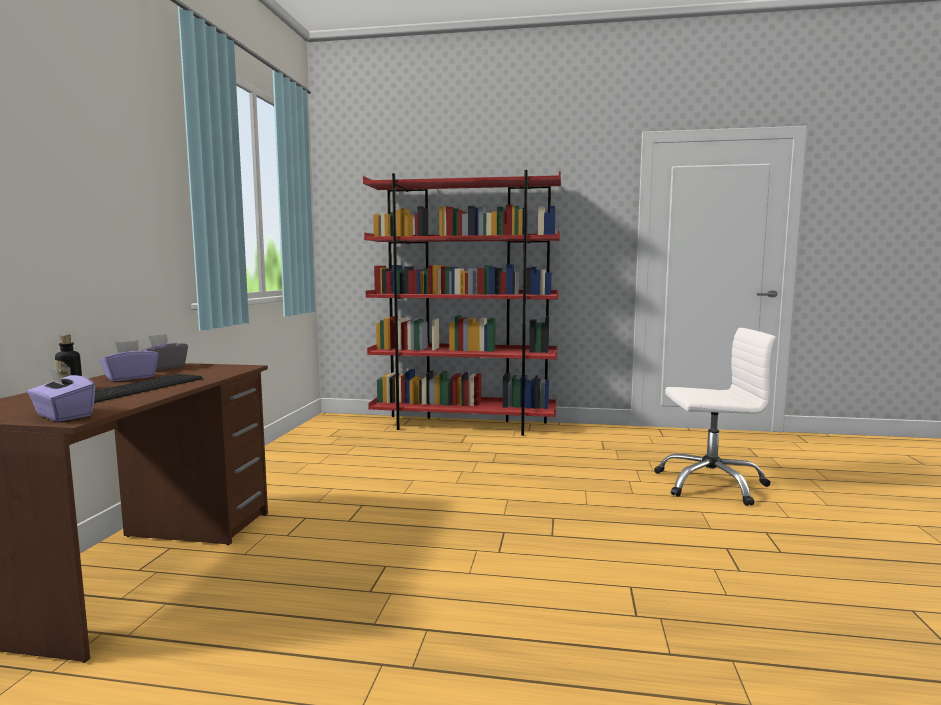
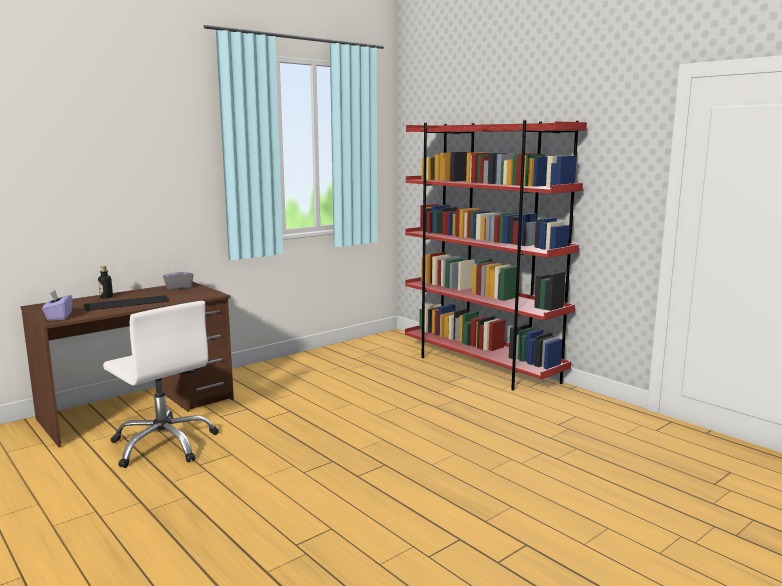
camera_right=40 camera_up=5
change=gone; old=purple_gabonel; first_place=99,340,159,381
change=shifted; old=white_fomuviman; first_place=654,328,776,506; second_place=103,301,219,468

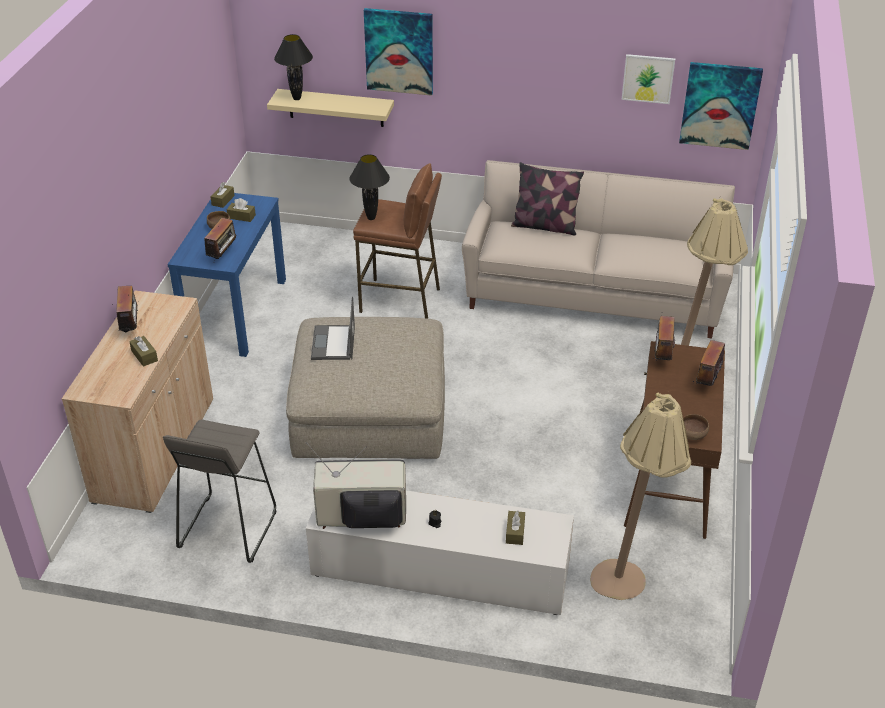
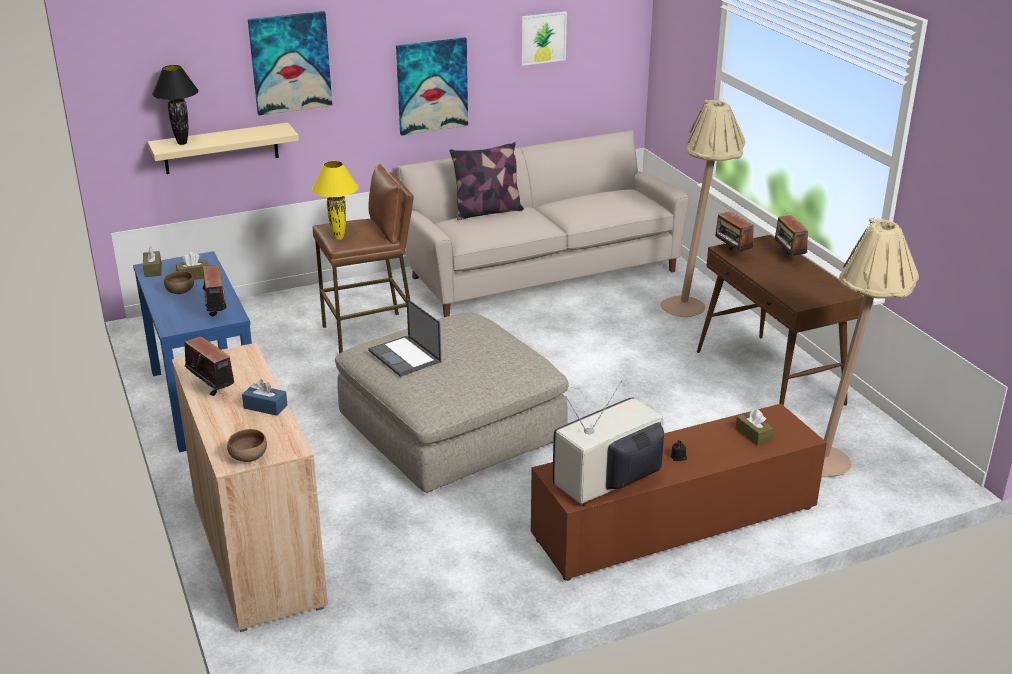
camera_right=-35 camera_up=-10
change=gone; old=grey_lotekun; first_place=163,419,276,563
change=shifted; old=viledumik; first_place=679,62,763,150; second_place=396,37,468,135
change=shifted; old=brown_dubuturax; first_place=683,414,709,440; second_place=227,429,267,462
change=repainted; old=brown_gabonel; new=blue_gabonel; first_place=129,336,158,367; second_place=242,379,287,416
change=repainted; old=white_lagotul; new=brown_lagotul; first_place=306,491,574,615; second_place=531,404,827,581
change=repainted; old=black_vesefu; new=yellow_vesefu; first_place=349,154,390,220; second_place=312,161,358,240

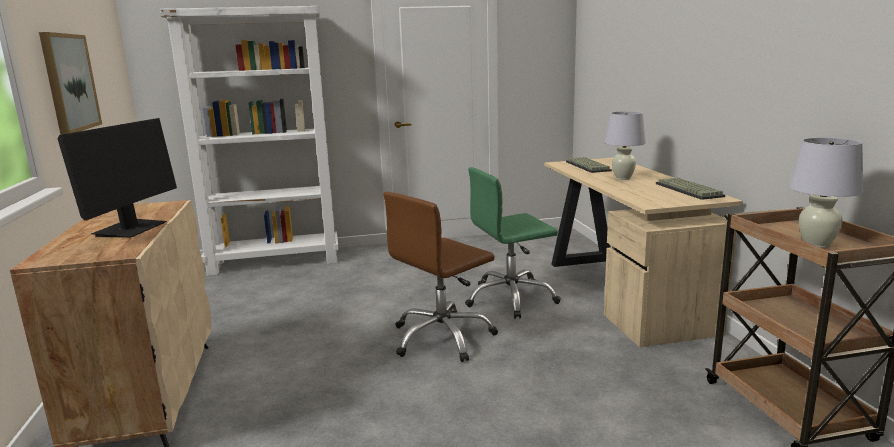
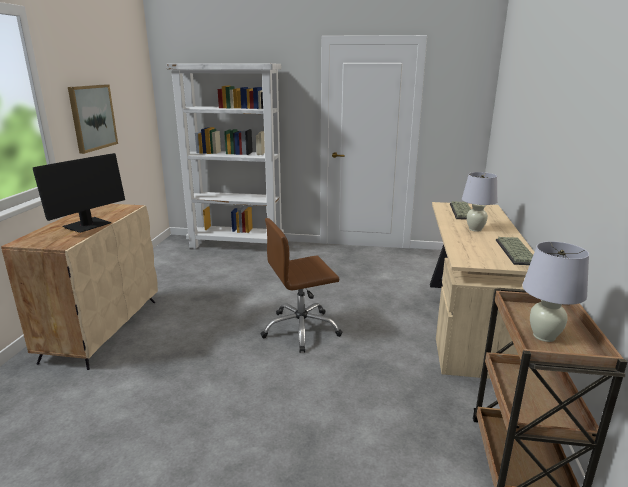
camera_right=20 camera_up=5
change=gone; old=green_fomuviman; first_place=465,167,561,319

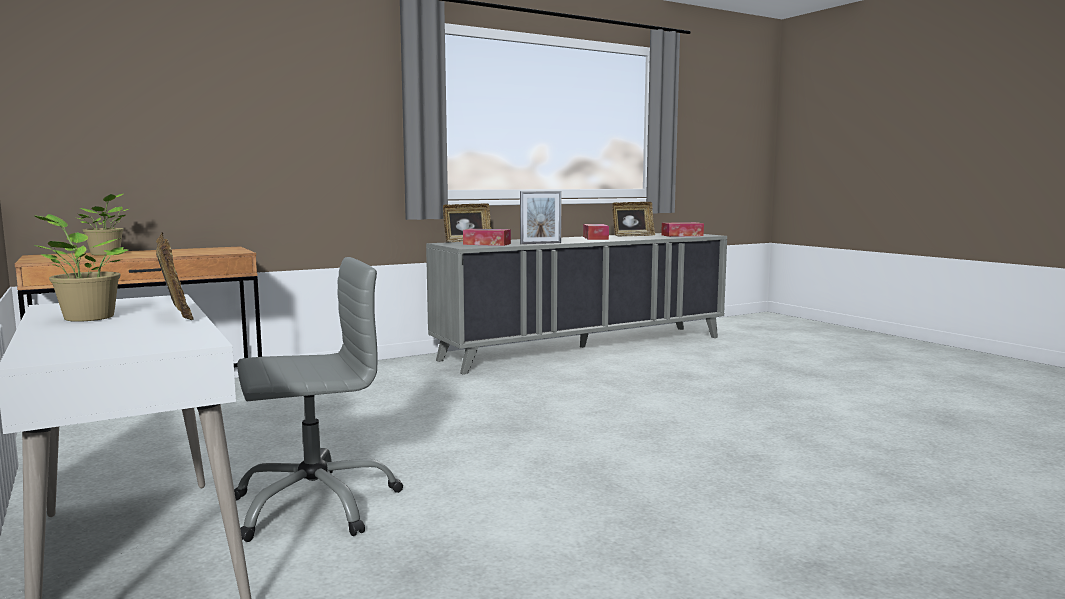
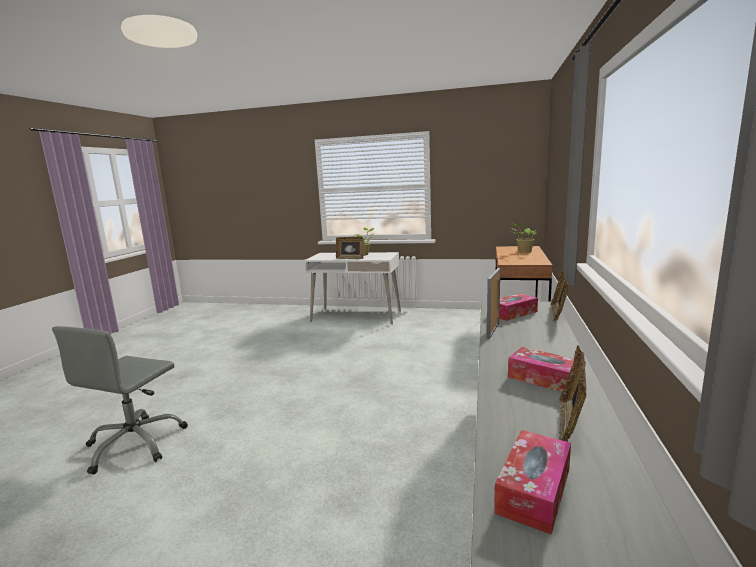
camera_right=135 camera_up=5
change=shifted; old=grey_fomuviman; first_place=234,257,403,542; second_place=52,326,188,475

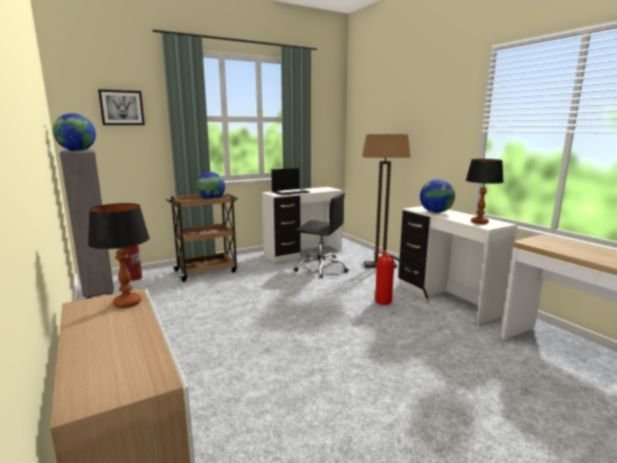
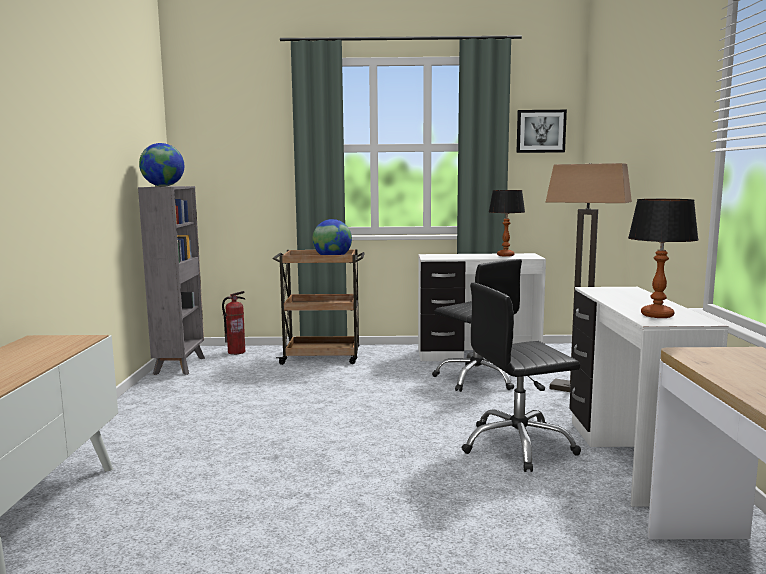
camera_right=30 camera_up=-5
change=gone; old=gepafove; first_place=271,168,310,195
change=gone; old=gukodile; first_place=420,179,455,213
change=shifted; old=vesefu; first_place=88,203,150,308; second_place=489,190,525,257
change=shifted; old=viledumik; first_place=98,89,145,125; second_place=516,110,567,153
change=swapped; old=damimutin; new=black_fomuviman; first_place=374,247,430,305; second_place=461,283,581,472

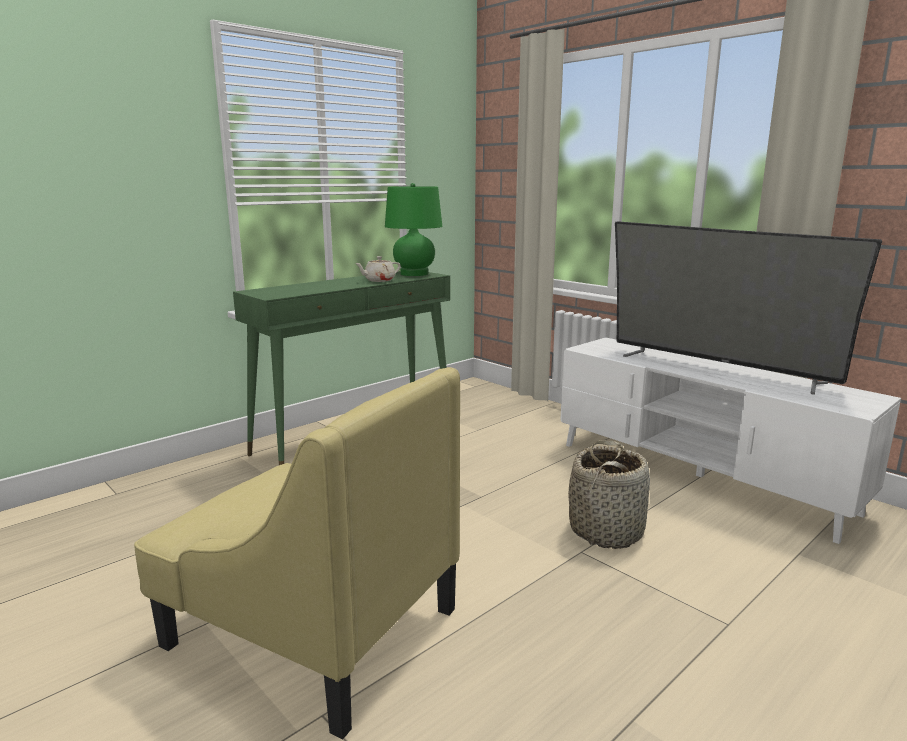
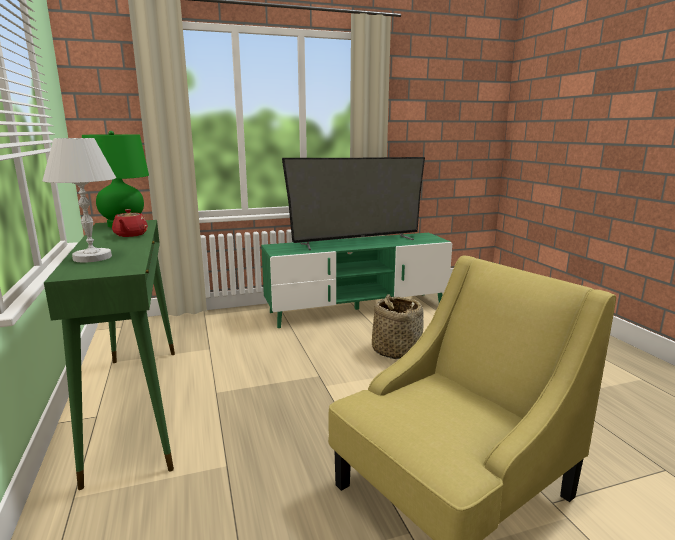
camera_right=-65 camera_up=0
change=new; new=white_vesefu; second_place=42,138,116,262
change=repainted; old=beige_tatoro; new=red_tatoro; first_place=355,256,401,282; second_place=112,209,148,237
change=repainted; old=white_lagotul; new=green_lagotul; first_place=560,337,901,544; second_place=261,233,452,328

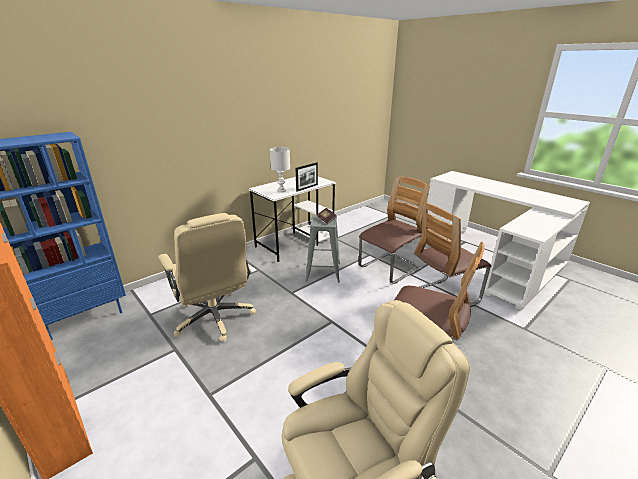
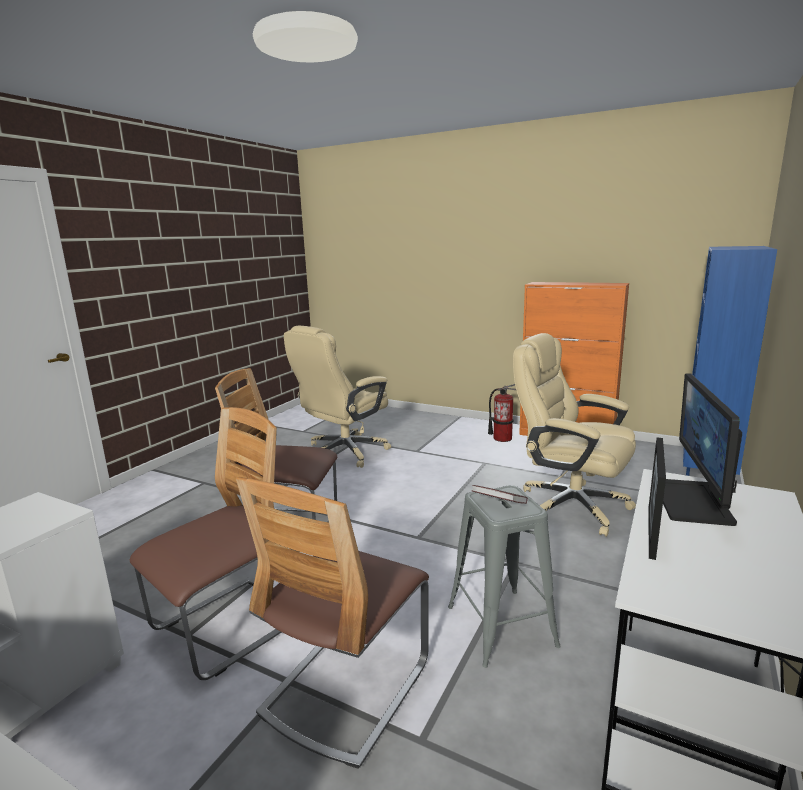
camera_right=160 camera_up=-10
change=new; new=damimutin; second_place=488,384,516,442
change=swapped; old=white_vesefu; new=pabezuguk; first_place=270,147,290,192; second_place=663,373,742,526

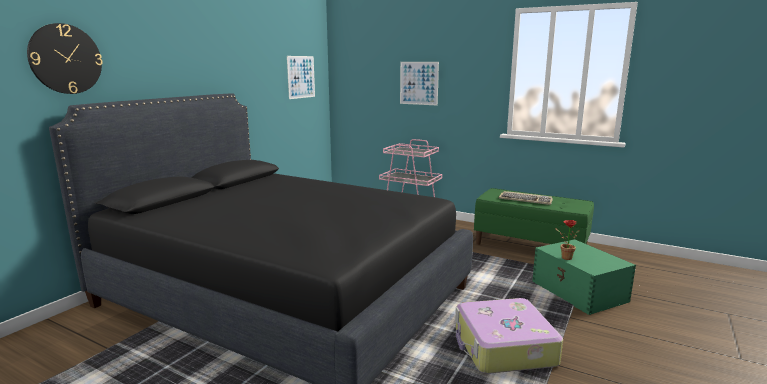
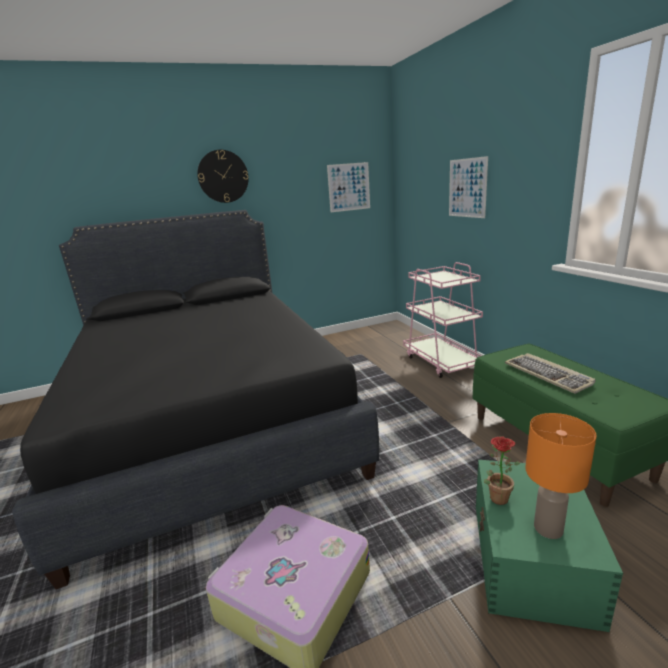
camera_right=40 camera_up=5
change=new; new=orange_vesefu; second_place=525,413,597,539
change=shifted; old=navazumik; first_place=27,23,103,94; second_place=197,150,249,203

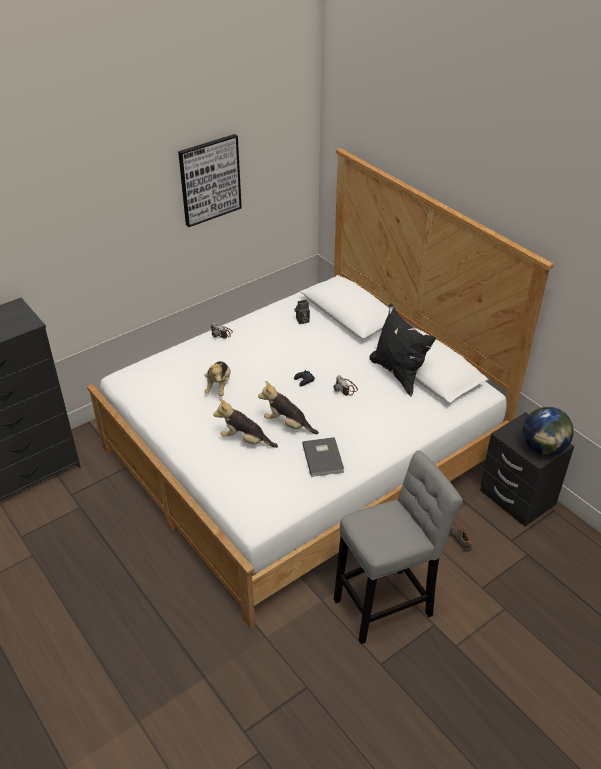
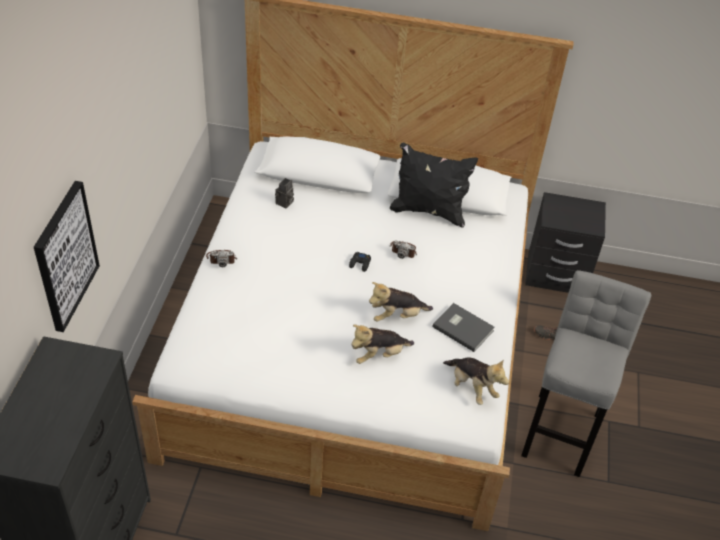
camera_right=-45 camera_up=5
change=gone; old=gukodile; first_place=523,407,574,456
change=shifted; old=viledumik; first_place=178,134,242,227; second_place=34,181,100,332
change=shifted; old=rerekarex; first_place=204,361,231,396; second_place=443,358,509,405

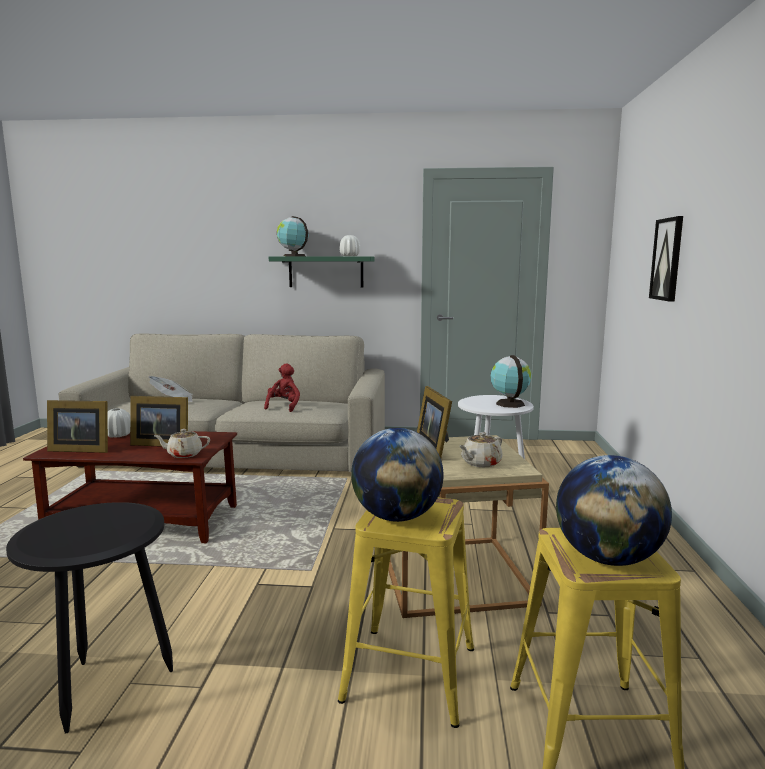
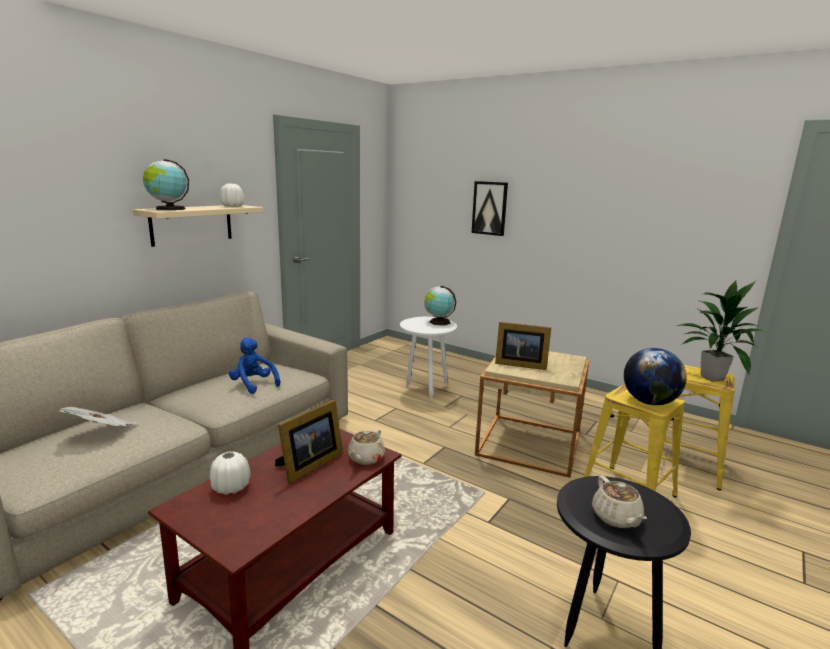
camera_right=-60 camera_up=5
change=gone; old=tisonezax; first_place=47,400,108,453
change=shifted; old=beige_tatoro; first_place=459,432,503,467; second_place=592,476,647,528
change=swapped; old=gukodile; new=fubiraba; first_place=556,455,672,566; second_place=677,280,765,381
change=repainted; old=red_rerekarex; new=blue_rerekarex; first_place=264,363,300,412; second_place=229,337,280,394
change=repainted; old=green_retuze; new=beige_retuze; first_place=269,256,375,287; second_place=133,205,263,247

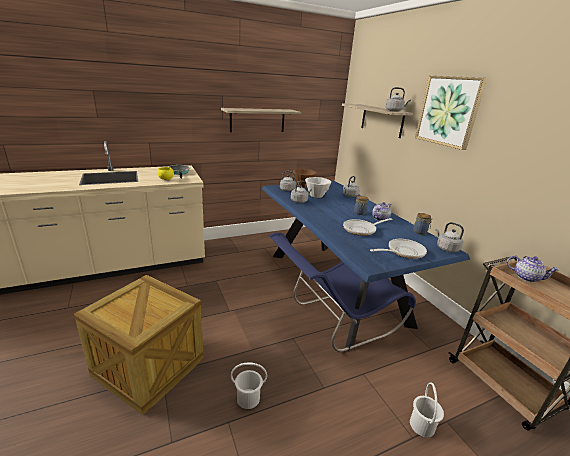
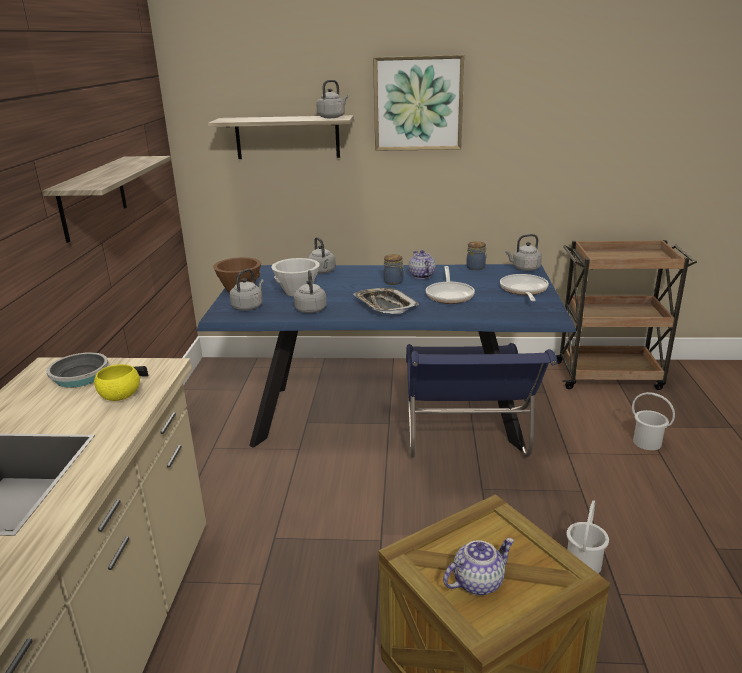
camera_right=-60 camera_up=0
change=new; new=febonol; second_place=354,288,419,314
change=shifted; old=tatoro; first_place=507,255,559,282; second_place=443,538,514,596

